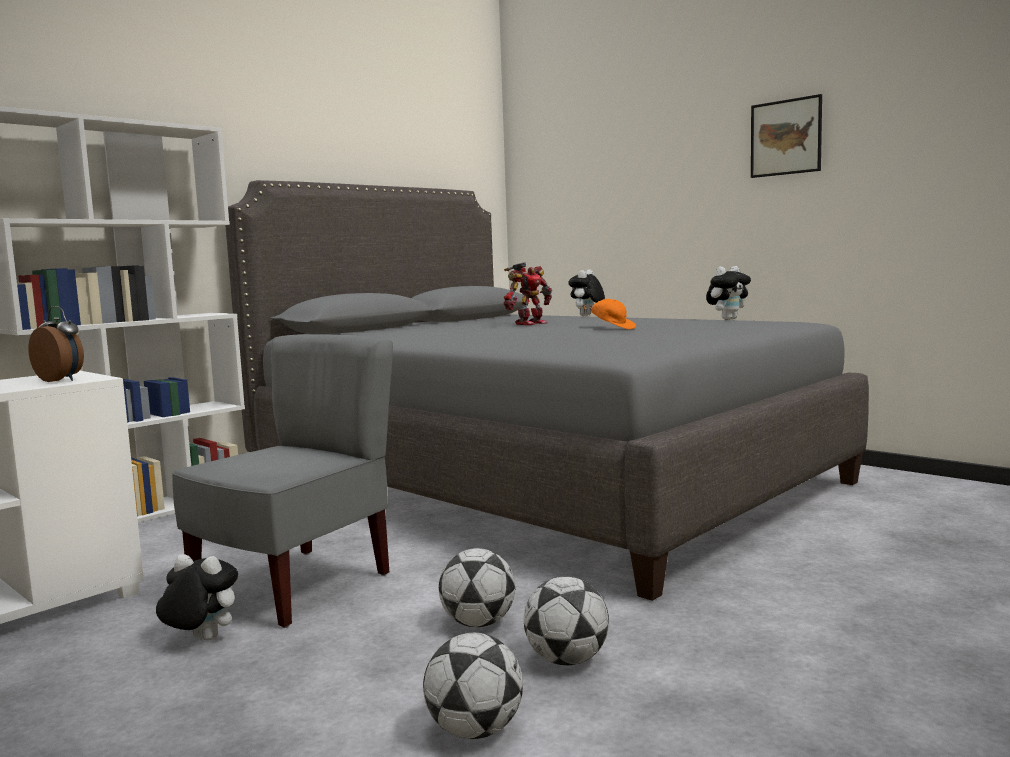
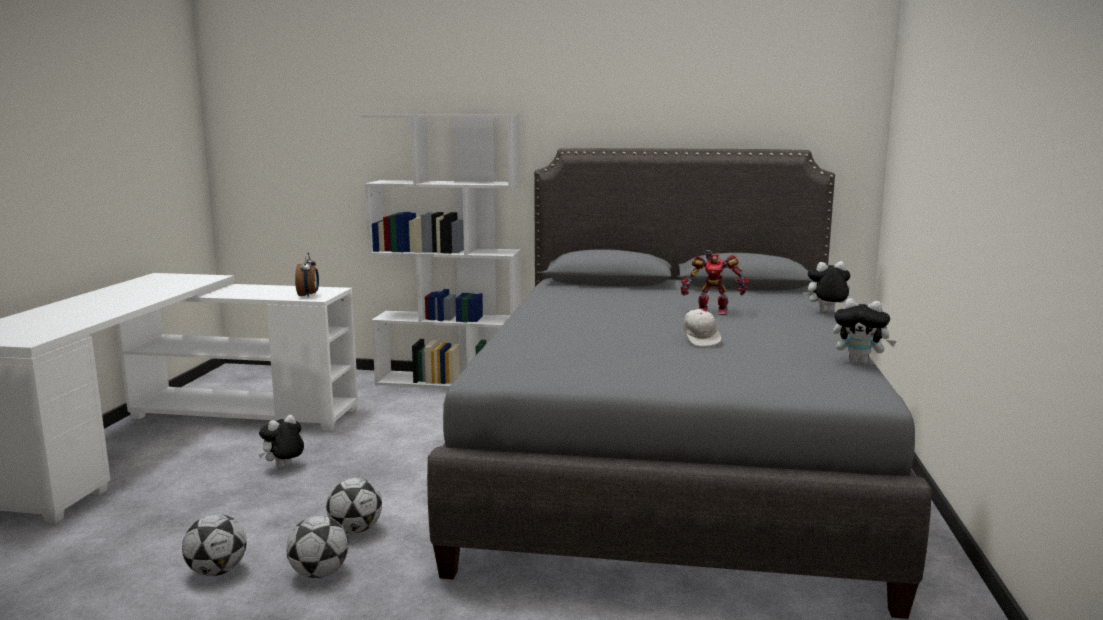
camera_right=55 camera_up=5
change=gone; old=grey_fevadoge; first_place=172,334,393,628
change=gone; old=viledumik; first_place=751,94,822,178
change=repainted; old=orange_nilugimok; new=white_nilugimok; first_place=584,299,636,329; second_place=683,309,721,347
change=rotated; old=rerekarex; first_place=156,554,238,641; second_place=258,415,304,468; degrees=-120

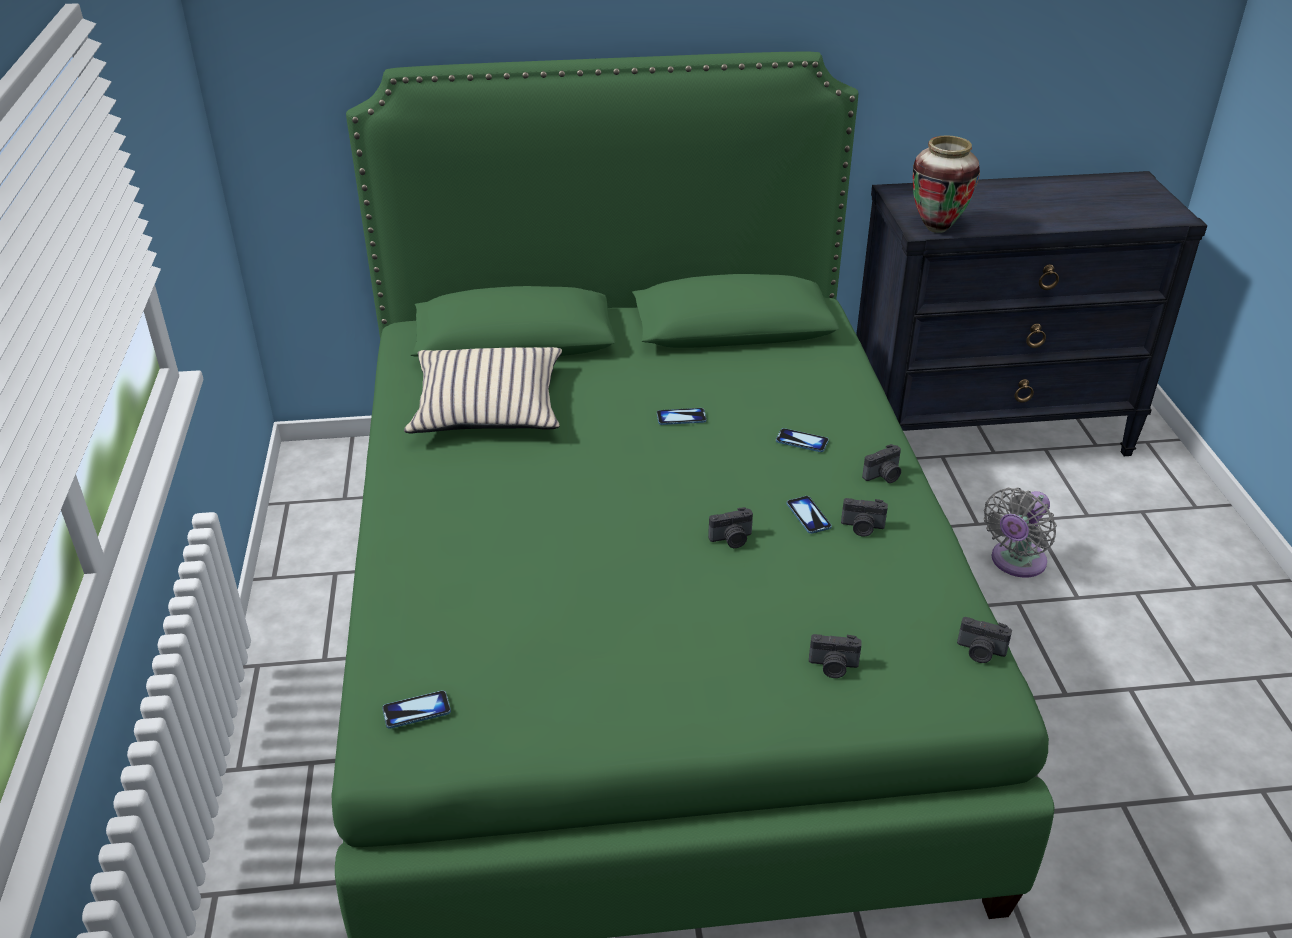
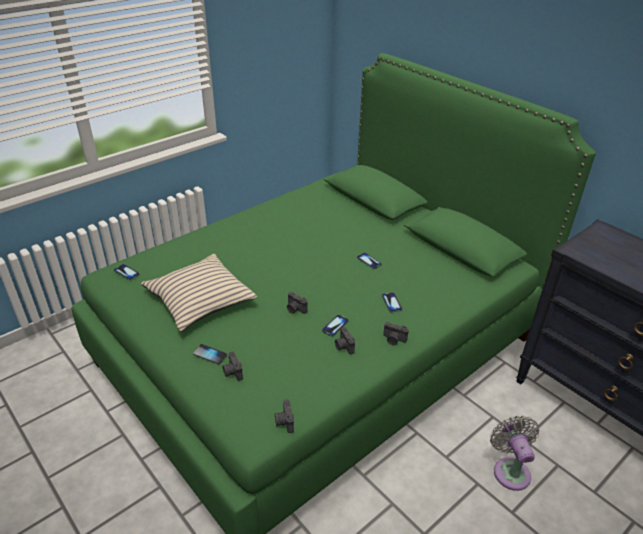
camera_right=55 camera_up=0
change=gone; old=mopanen; first_place=913,135,980,233
change=new; new=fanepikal; second_place=193,344,227,365
change=shifted; old=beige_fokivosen; first_place=404,347,562,434; second_place=141,254,257,331
change=rotated; old=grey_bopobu; first_place=984,488,1057,577; second_place=490,416,539,491; degrees=75

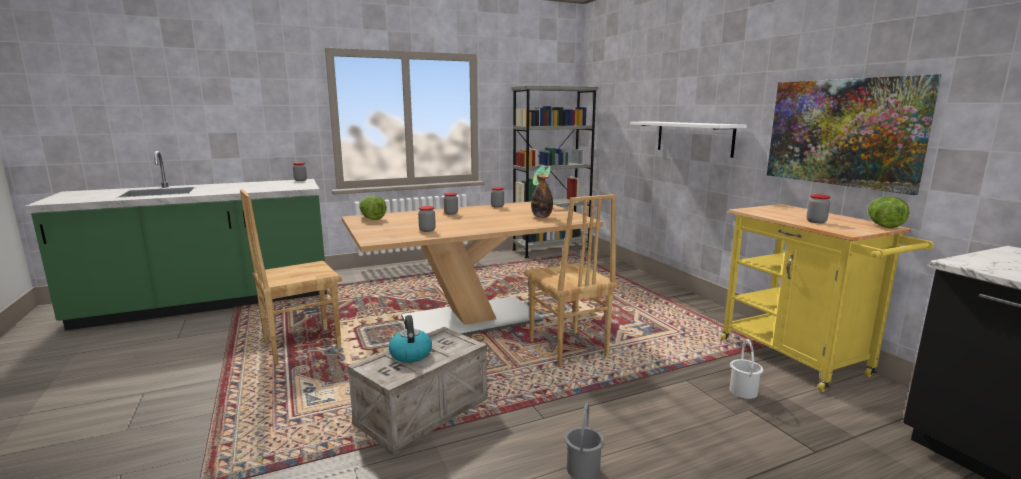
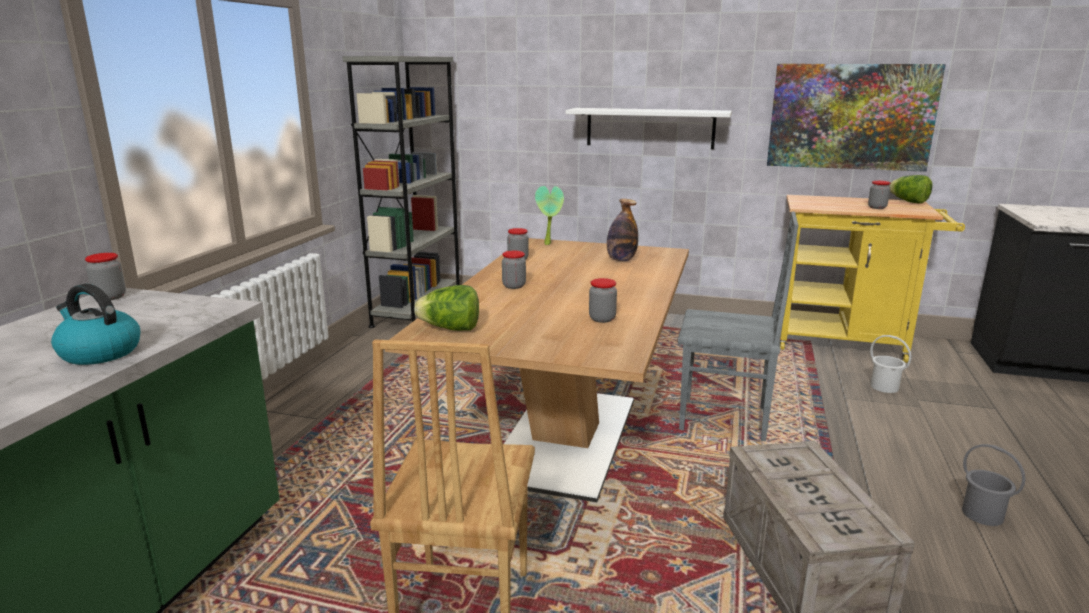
camera_right=-50 camera_up=5
change=shifted; old=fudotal; first_place=388,315,432,363; second_place=51,284,140,365
change=repainted; old=brown_fevadoge; new=grey_fevadoge; first_place=525,194,617,368; second_place=678,212,799,441

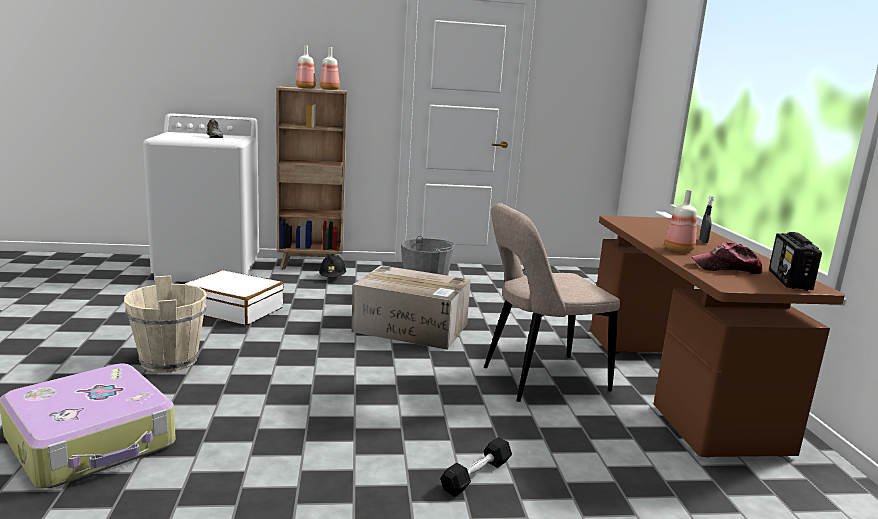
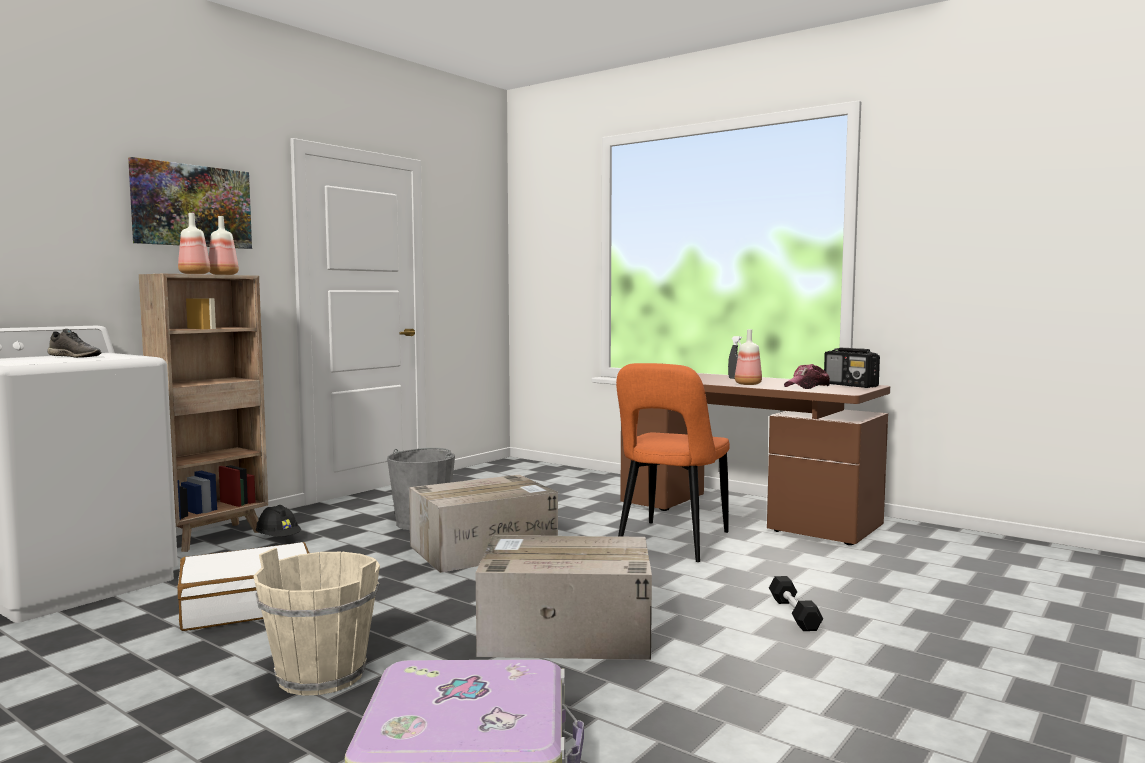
camera_right=-45 camera_up=-10
change=new; new=viledumik; second_place=128,157,252,249
change=new; new=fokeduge; second_place=476,535,652,660
change=repainted; old=beige_fevadoge; new=orange_fevadoge; first_place=484,203,620,402; second_place=616,363,730,562

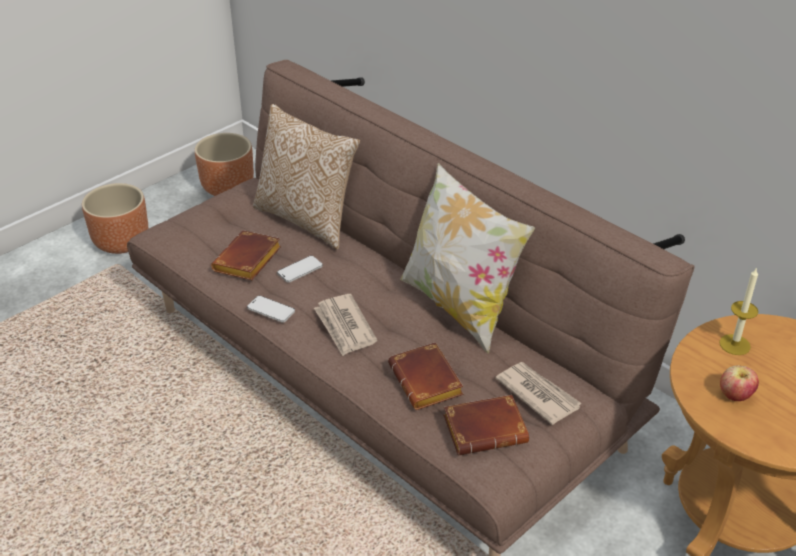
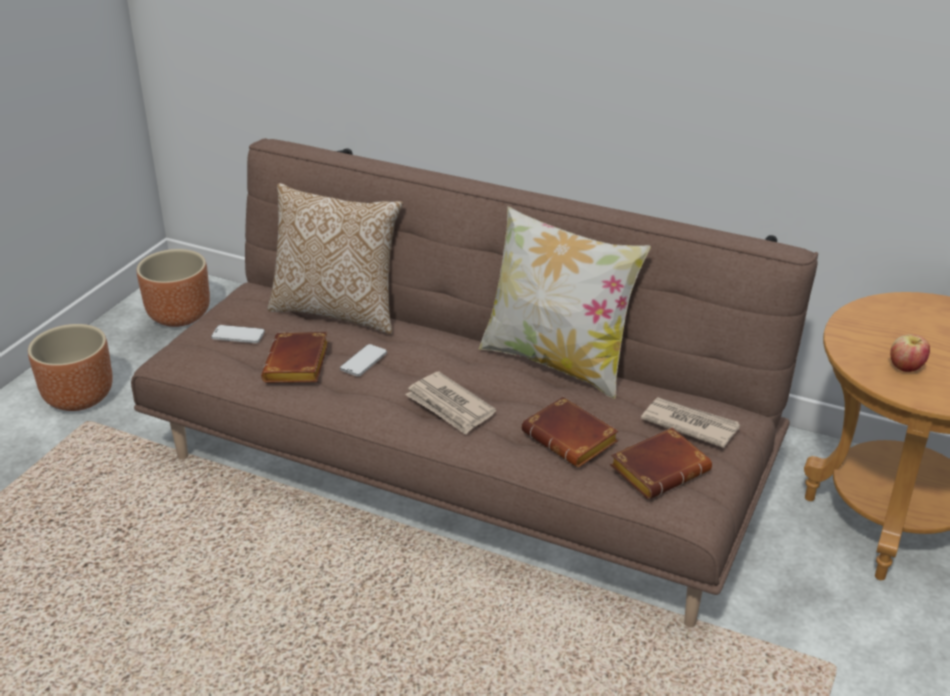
camera_right=-20 camera_up=-5
change=gone; old=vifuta; first_place=719,267,758,355
change=shifted; old=fanepikal; first_place=247,296,295,323; second_place=211,325,265,343

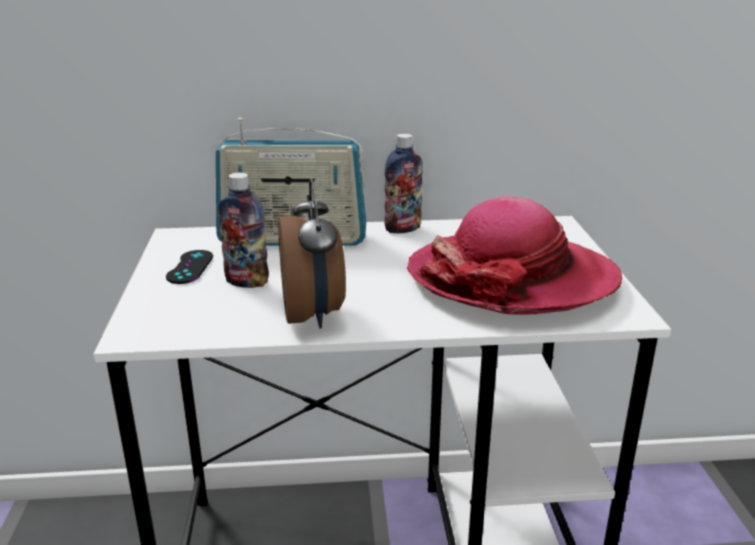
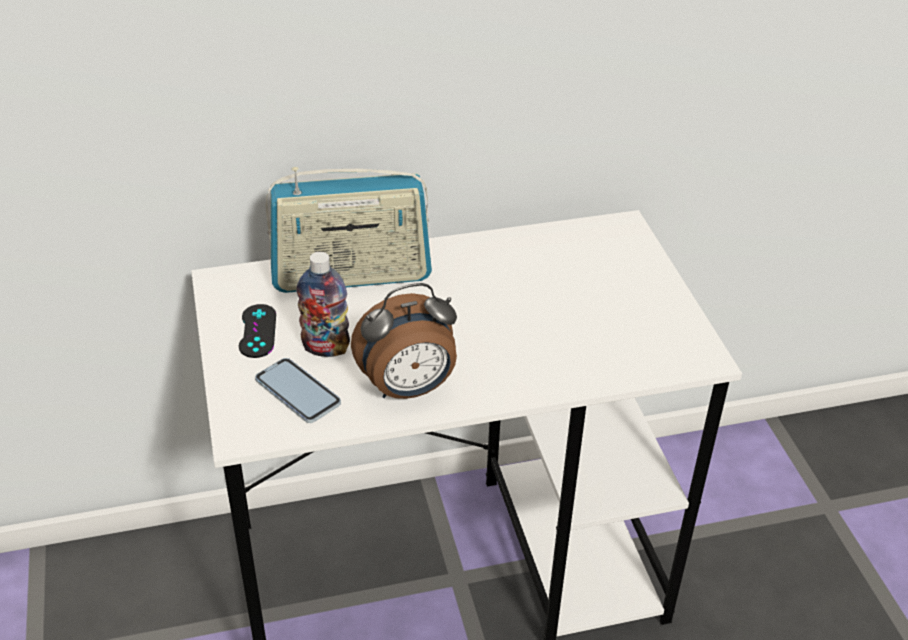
camera_right=-10 camera_up=15
change=gone; old=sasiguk; first_place=384,134,423,233
change=gone; old=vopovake; first_place=407,196,622,315
change=new; new=fanepikal; second_place=255,358,341,423
change=rotated; old=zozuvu; first_place=278,178,346,328; second_place=351,283,457,399; degrees=90

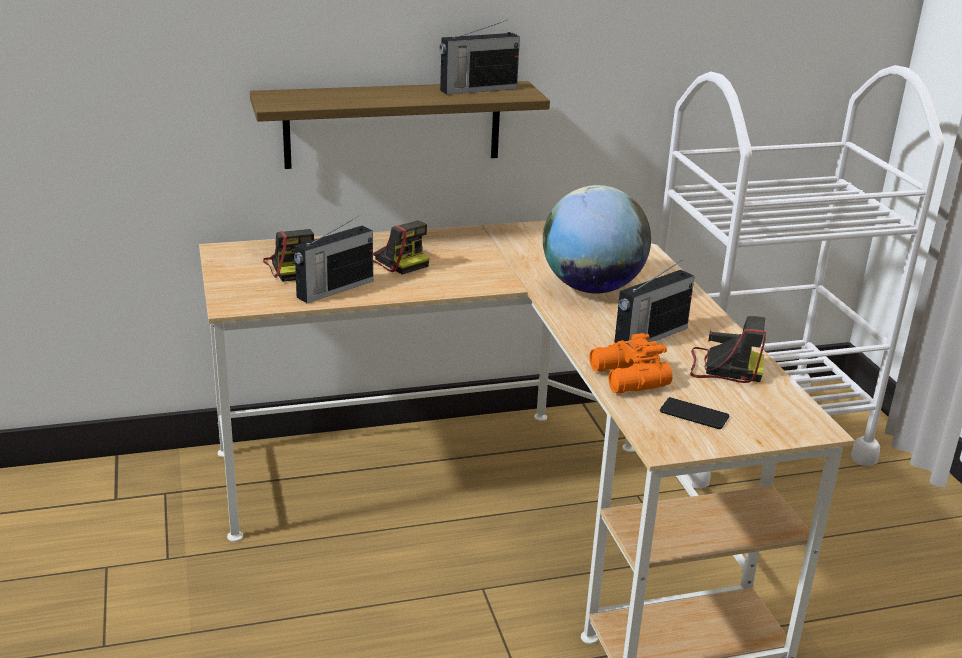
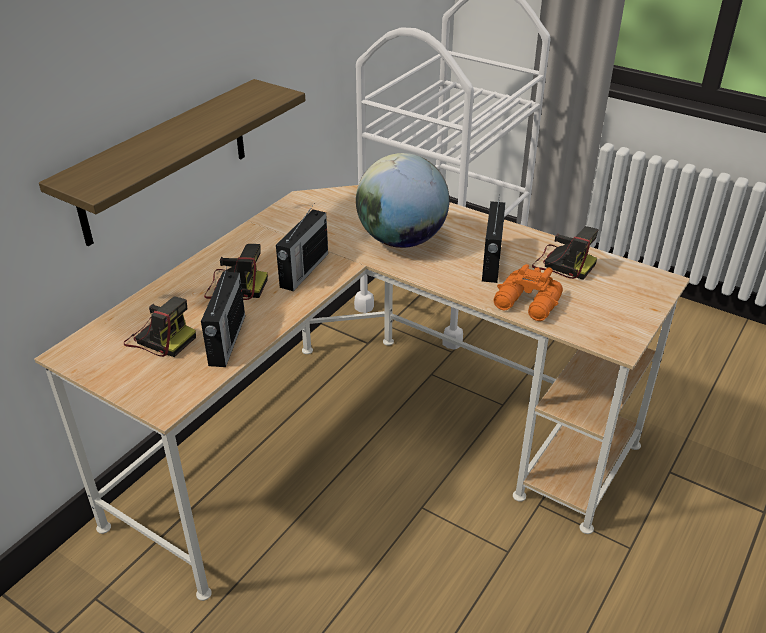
camera_right=-40 camera_up=10
change=gone; old=fanepikal; first_place=660,397,729,429
change=shifted; old=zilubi; first_place=439,20,520,95; second_place=276,203,328,291
change=rotated; old=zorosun; first_place=690,316,766,383; second_place=532,226,598,280; degrees=60

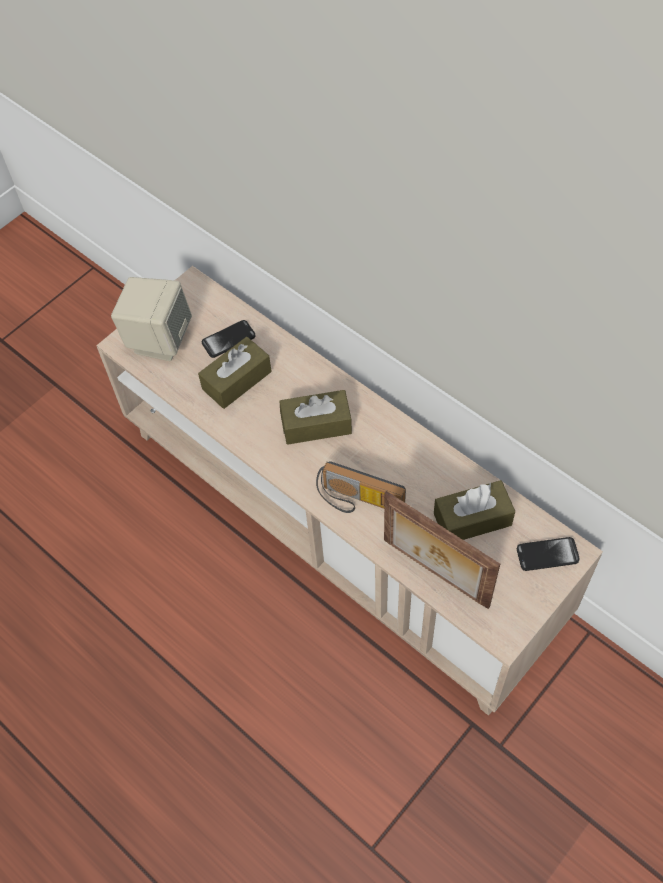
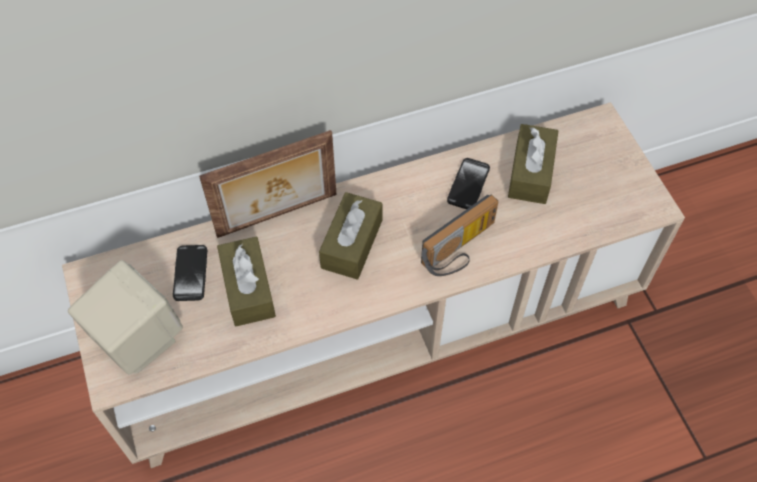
camera_right=-65 camera_up=0
change=shifted; old=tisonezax; first_place=384,491,500,609; second_place=199,130,337,238
change=shifted; old=fanepikal; first_place=517,537,580,571; second_place=447,158,490,209

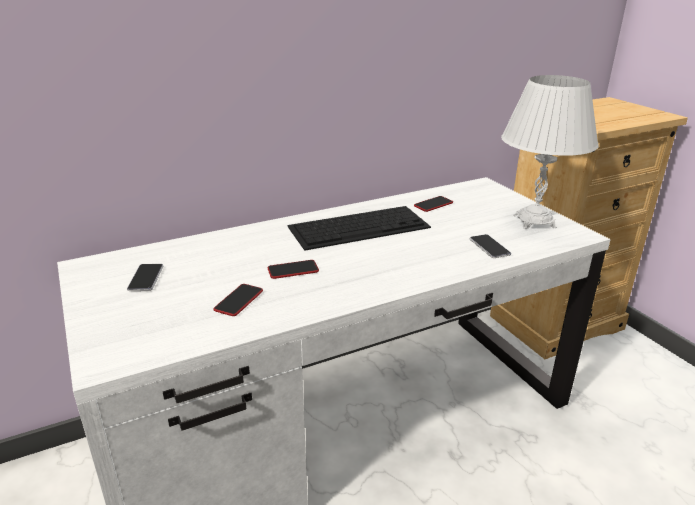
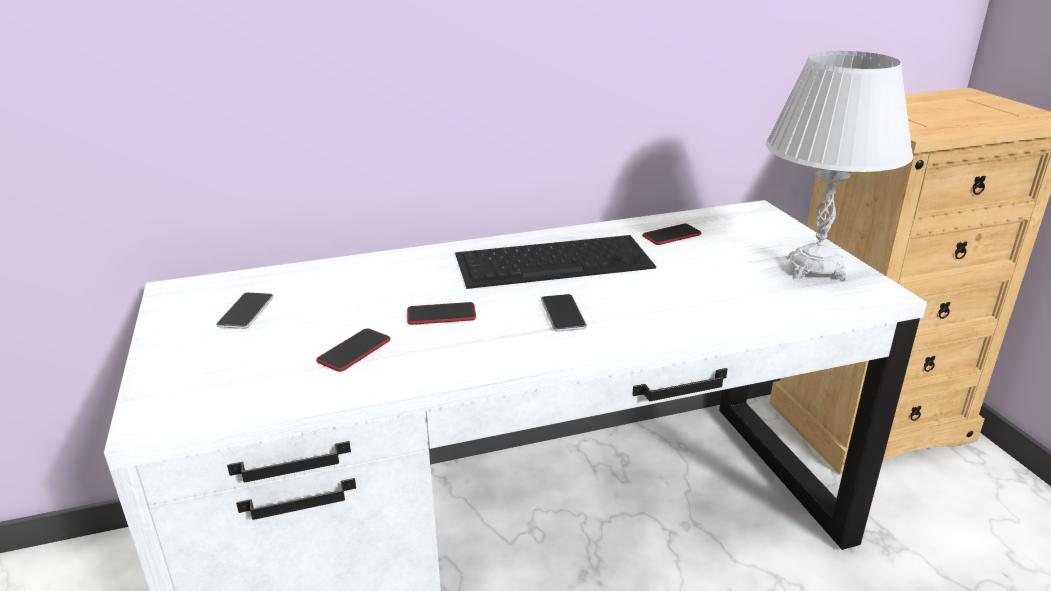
camera_right=10 camera_up=0
change=shifted; old=fanepikal; first_place=470,234,511,258; second_place=541,294,587,332

